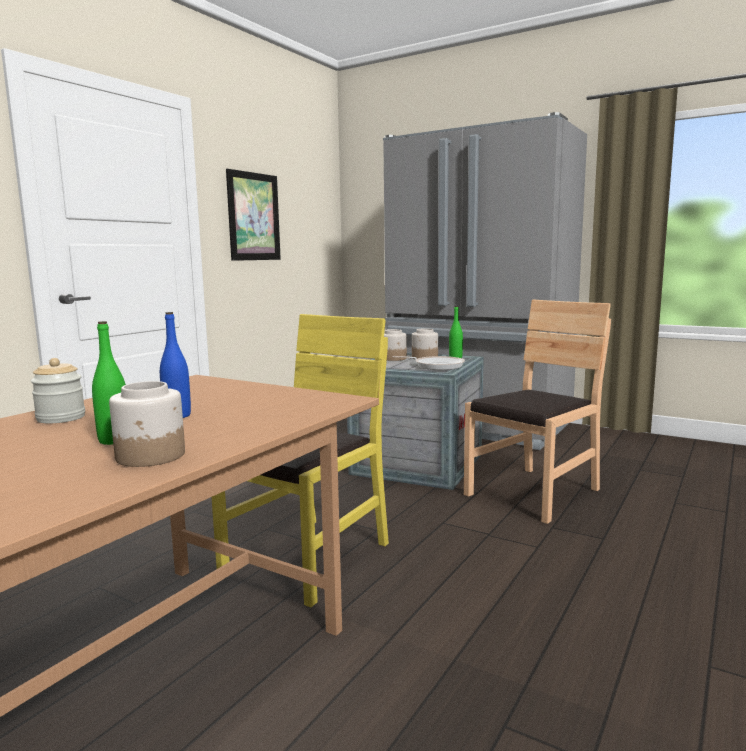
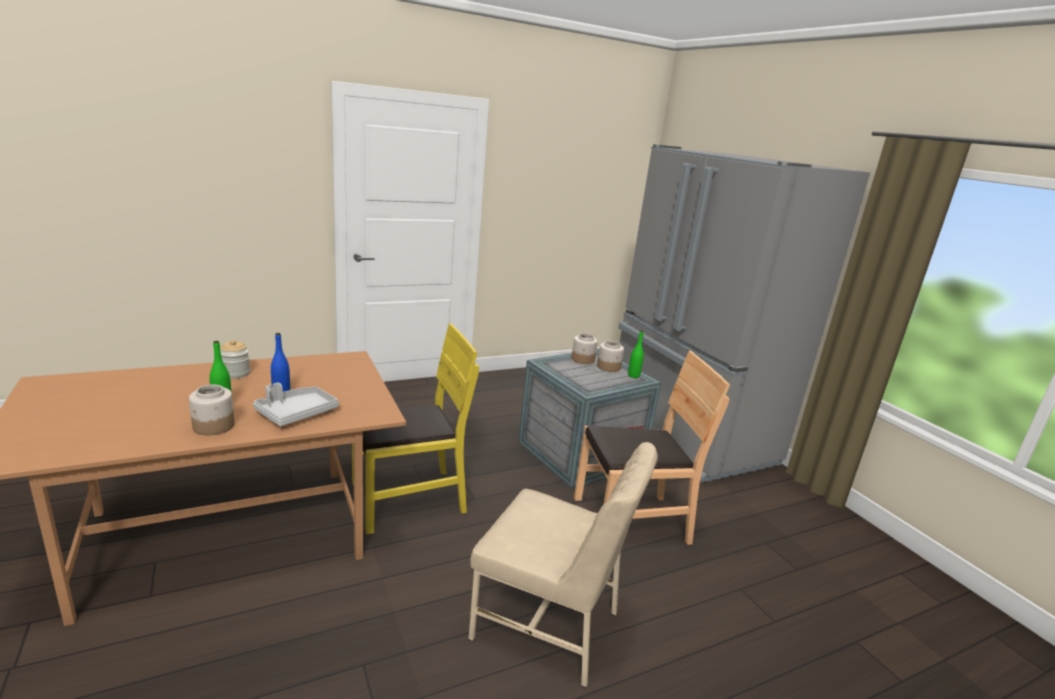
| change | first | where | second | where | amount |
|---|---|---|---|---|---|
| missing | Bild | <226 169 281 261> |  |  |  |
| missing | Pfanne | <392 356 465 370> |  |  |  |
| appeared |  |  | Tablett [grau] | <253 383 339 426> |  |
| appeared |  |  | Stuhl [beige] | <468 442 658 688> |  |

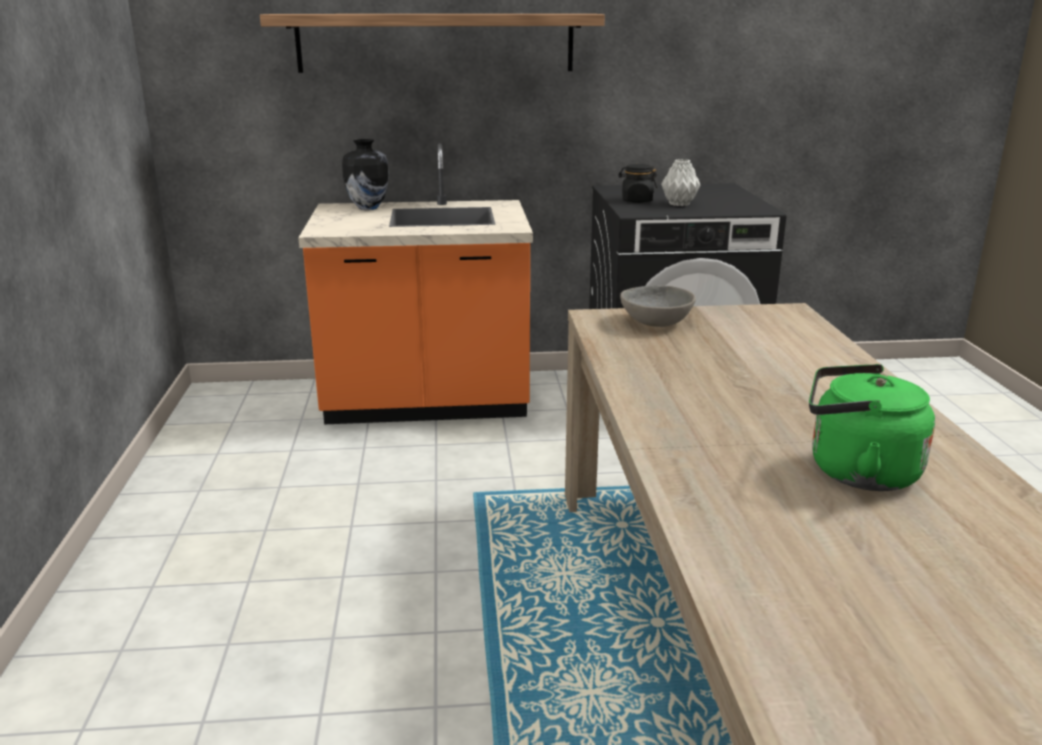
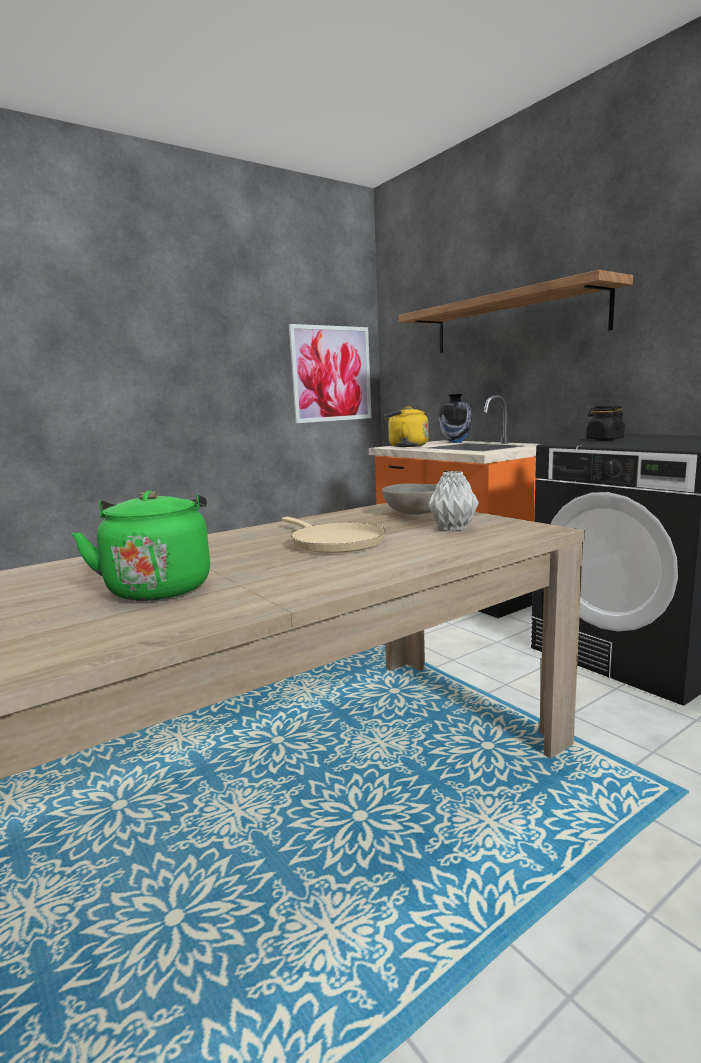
| change | first | where | second | where | amount |
|---|---|---|---|---|---|
| appeared |  |  | Pfanne [beige] | <282 517 386 553> |  |
| appeared |  |  | Bild | <289 324 371 423> |  |
| appeared |  |  | Wasserkessel [gelb] | <383 406 429 447> |  |
| relocated | Vase [grau] | <661 159 700 206> |  | <428 471 479 531> |  |

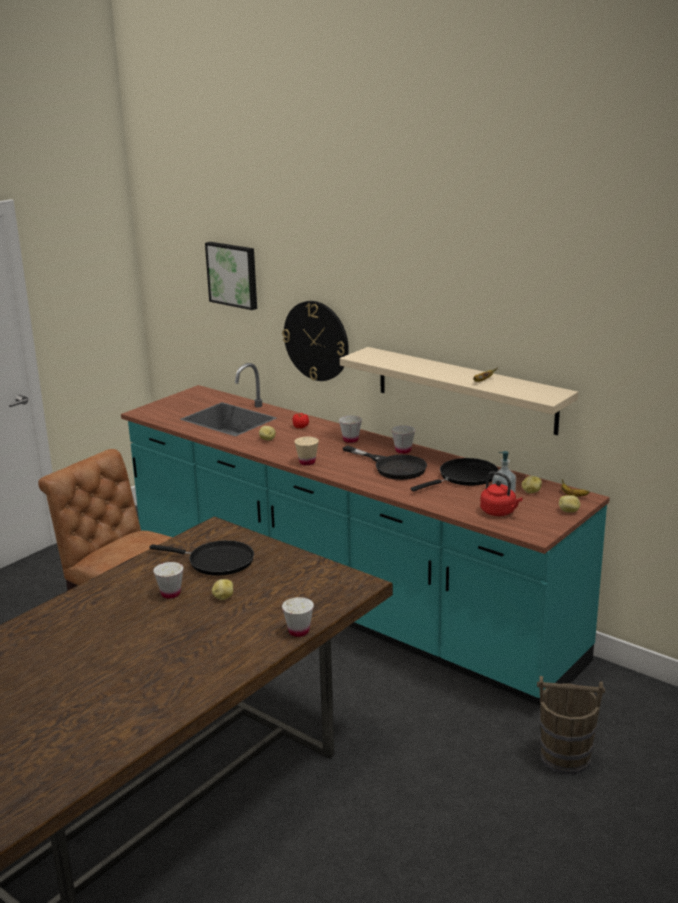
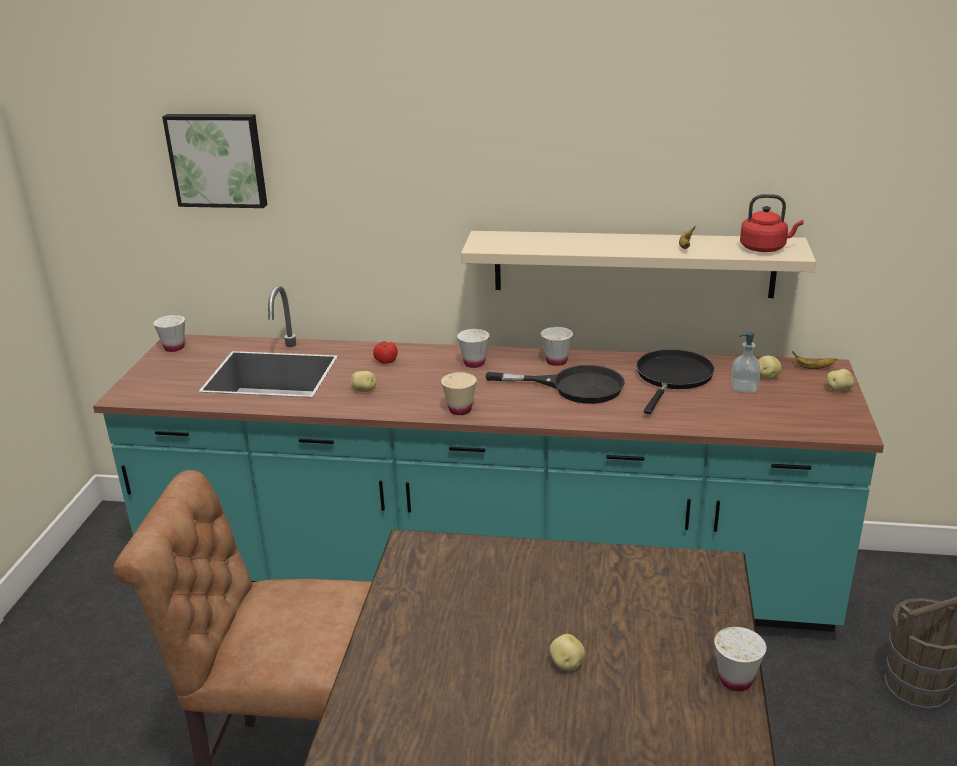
| change | first | where | second | where | amount |
|---|---|---|---|---|---|
| missing | Pfanne [schwarz] | <149 540 254 576> |  |  |  |
| missing | Wanduhr | <282 301 349 381> |  |  |  |
| relocated | Tasse [weiß] | <153 562 183 599> |  | <153 315 185 352> |  |
| relocated | Wasserkessel [rot] | <480 472 523 516> |  | <740 194 804 252> |  |

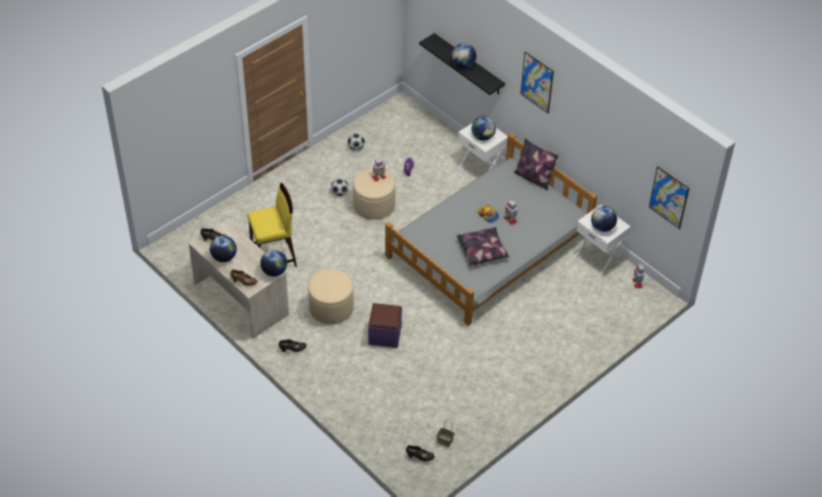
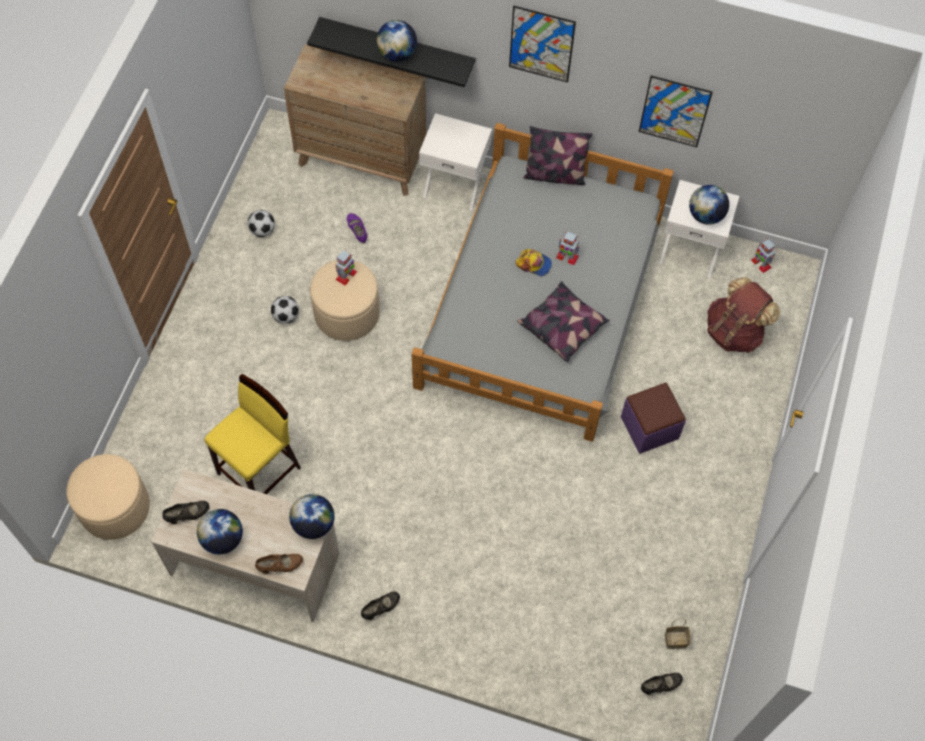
| change | first | where | second | where | amount |
|---|---|---|---|---|---|
| missing | Globus | <472 116 496 141> |  |  |  |
| appeared |  |  | Kommode [braun] | <284 44 426 196> |  |
| appeared |  |  | Rucksack [braun] | <707 277 780 353> |  |
| relocated | Polsterhocker [beige] | <308 269 354 325> |  | <67 454 150 540> |  |
| relocated | Polsterhocker [lila] | <368 303 402 348> |  | <621 383 686 454> |  |
| relocated | Bild | <649 166 689 229> |  | <639 75 713 147> |  |

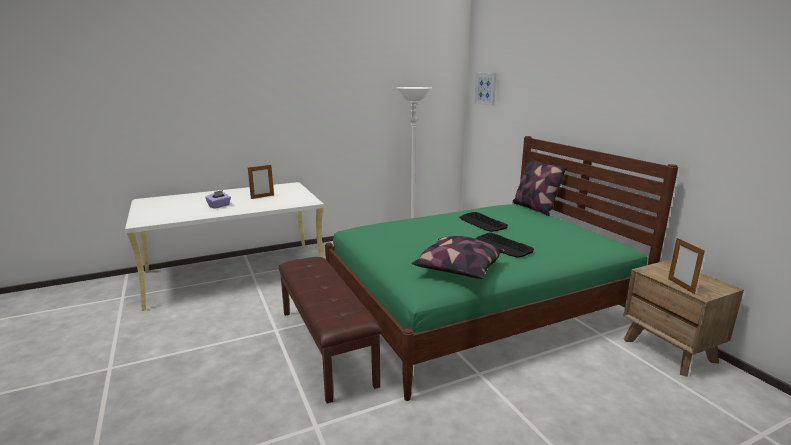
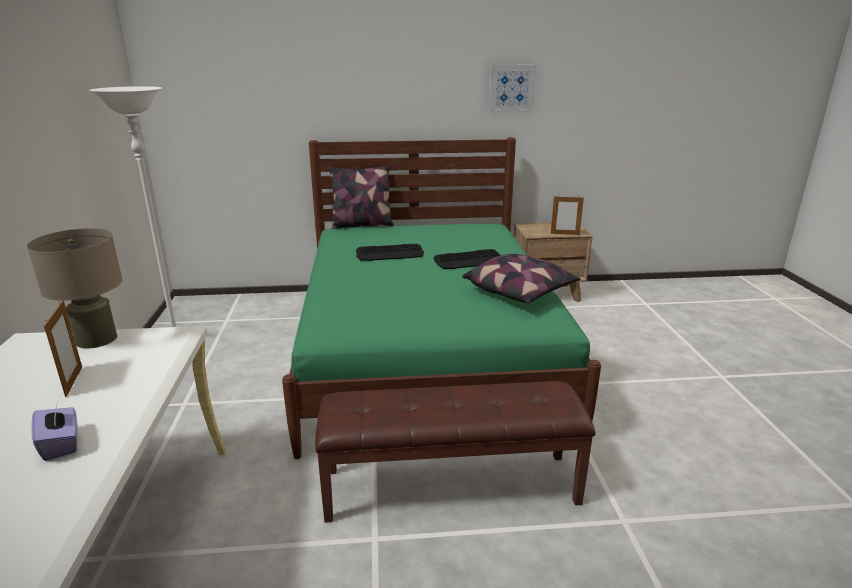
| change | first | where | second | where | amount |
|---|---|---|---|---|---|
| appeared |  |  | Tischlampe [beige] | <27 228 123 349> |  |
| relocated | Bild | <474 73 496 106> |  | <489 64 536 112> |  |

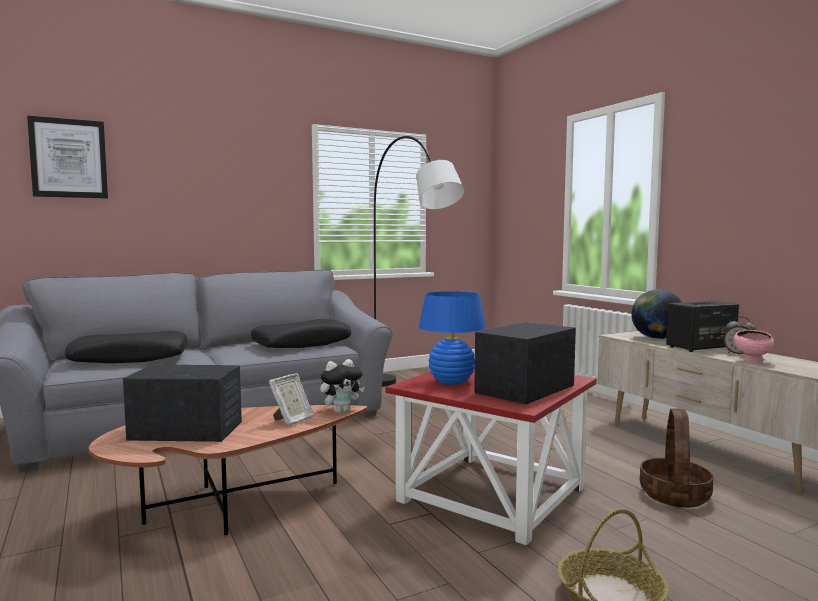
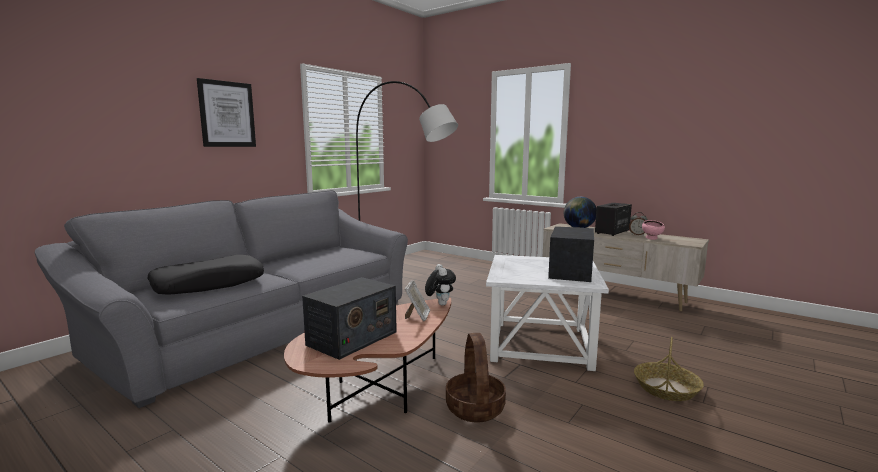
| change | first | where | second | where | amount |
|---|---|---|---|---|---|
| missing | Kissen [schwarz] | <251 319 351 348> |  |  |  |
| missing | Tischlampe [blau] | <419 291 486 385> |  |  |  |
| relocated | Bild | <27 116 108 199> |  | <197 78 256 147> |  |
| relocated | Korb | <640 409 714 508> |  | <446 333 506 422> |  |
| colour | Beistelltisch [rot] | <385 363 597 545> | Beistelltisch [weiß] | <486 255 609 371> |  |
| spun | Radio | <123 365 242 442> |  | <302 277 397 360> | 150 degrees clockwise |
| spun | Plüschtier | <320 359 365 413> |  | <425 264 456 306> | 45 degrees counterclockwise |

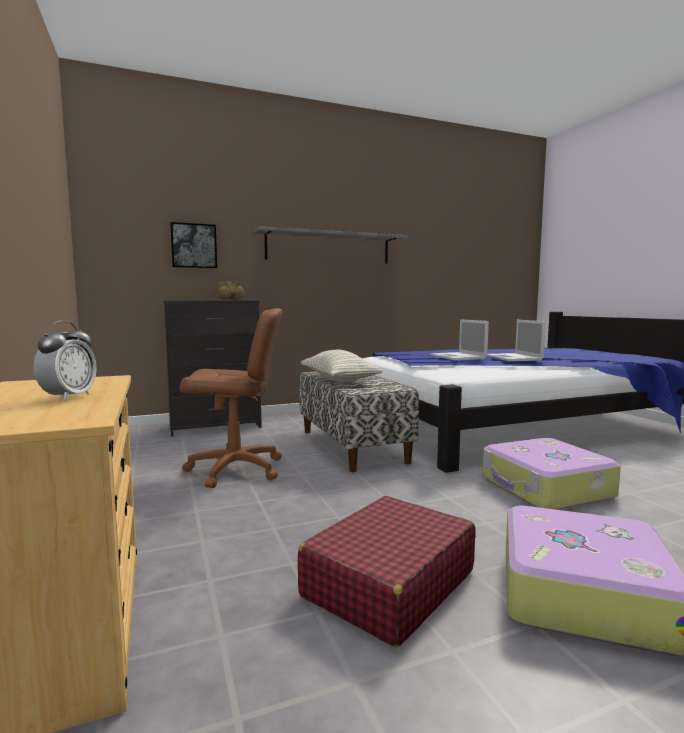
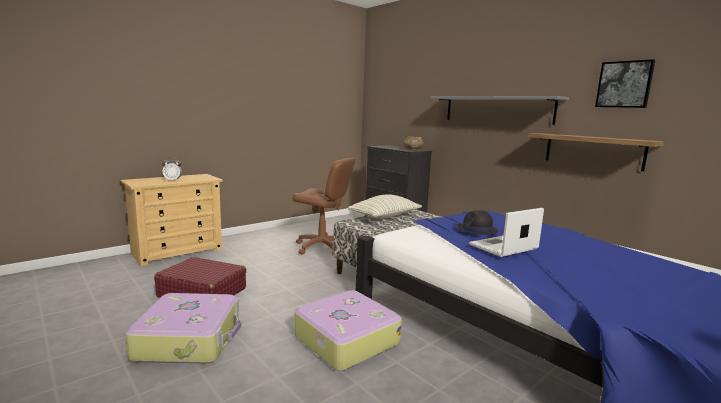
| change | first | where | second | where | amount |
|---|---|---|---|---|---|
| appeared |  |  | Wandregal | <528 133 664 171> |  |
| relocated | Bild | <170 222 217 269> |  | <595 59 655 108> |  |
| exchanged | Laptop | <430 319 489 361> | Hut [schwarz] | <457 210 498 235> |  |
| spun | Bürostuhl [braun] | <180 308 283 488> |  | <293 158 355 256> | 45 degrees counterclockwise |

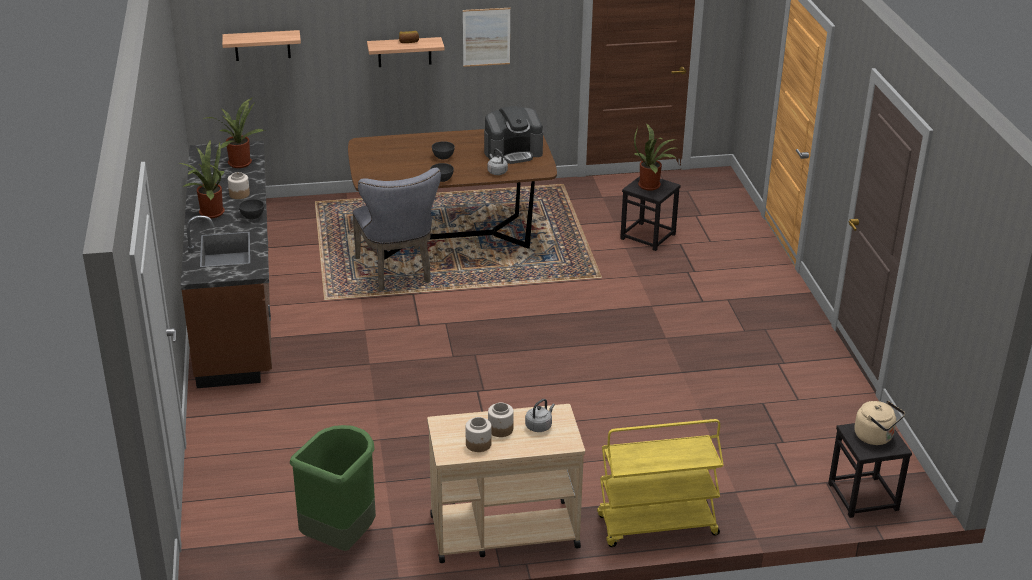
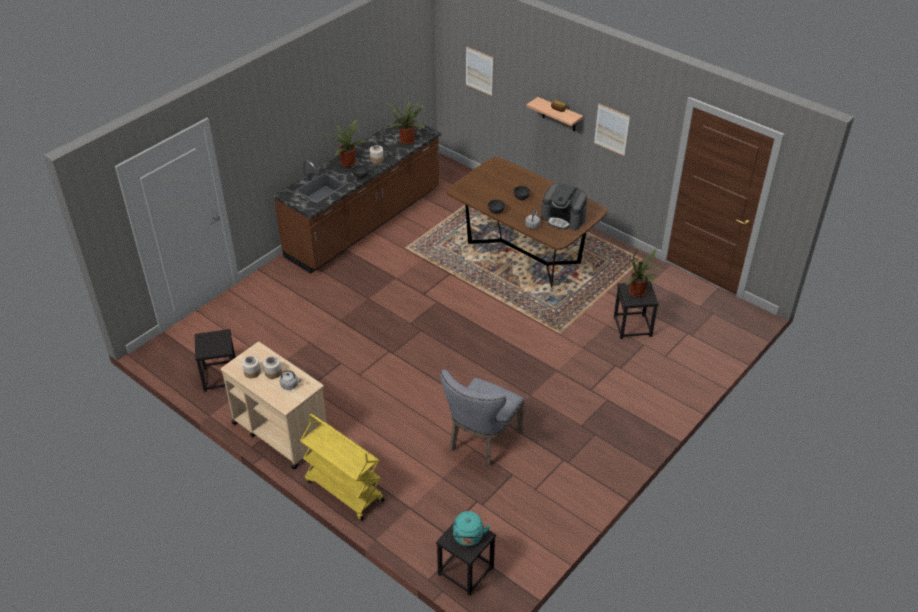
| change | first | where | second | where | amount |
|---|---|---|---|---|---|
| relocated | Stuhl [grau] | <352 168 441 291> |  | <440 370 525 467> |  |
| exchanged | Wandregal | <222 30 301 61> | Bild | <466 46 493 96> |  |
| exchanged | Mülleimer [grün] | <290 425 376 551> | Hocker [schwarz] | <195 329 236 392> |  |
| colour | Wasserkessel [beige] | <854 401 905 445> | Wasserkessel [türkis] | <453 511 490 546> |  |

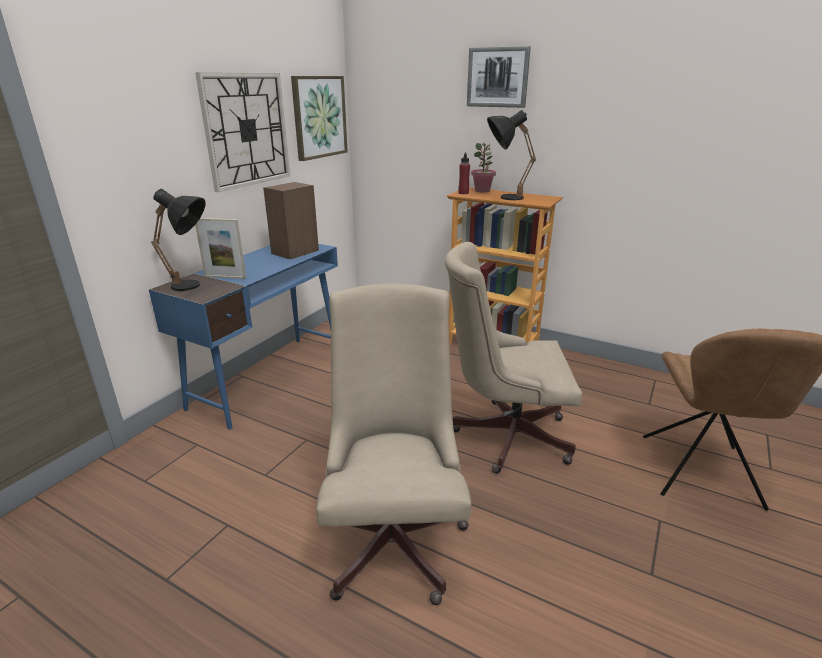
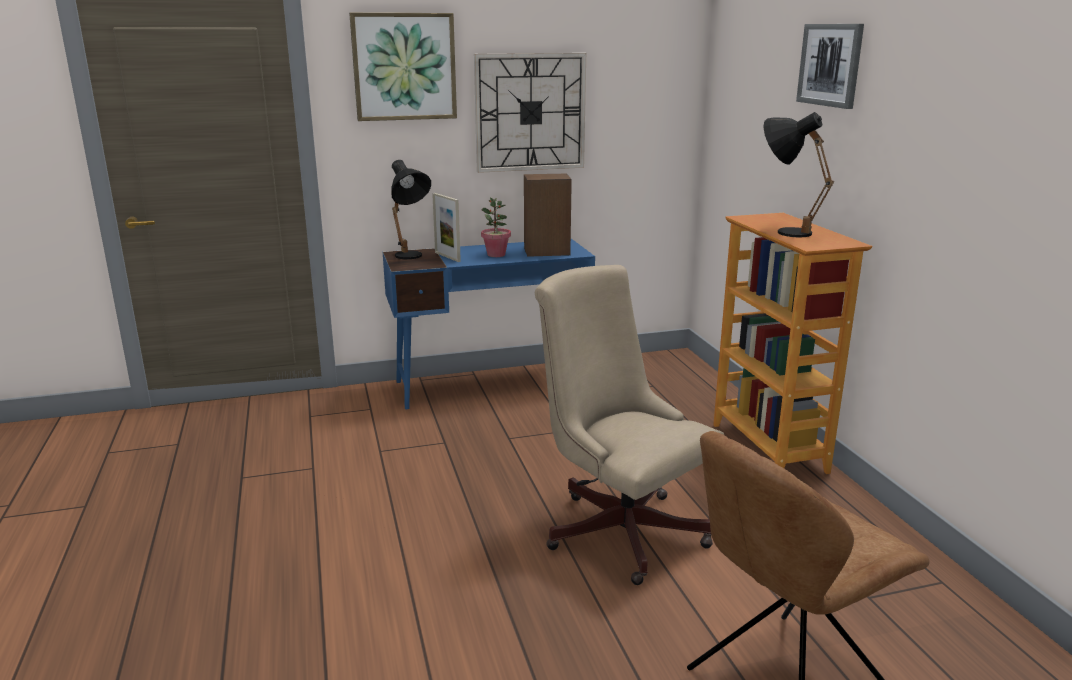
| change | first | where | second | where | amount |
|---|---|---|---|---|---|
| missing | Bürostuhl [beige] | <316 283 471 605> |  |  |  |
| missing | Flasche [rot] | <458 152 470 194> |  |  |  |
| relocated | Bild | <291 76 348 161> |  | <349 13 457 121> |  |
| relocated | Topfpflanze | <471 142 496 192> |  | <481 198 511 257> |  |

